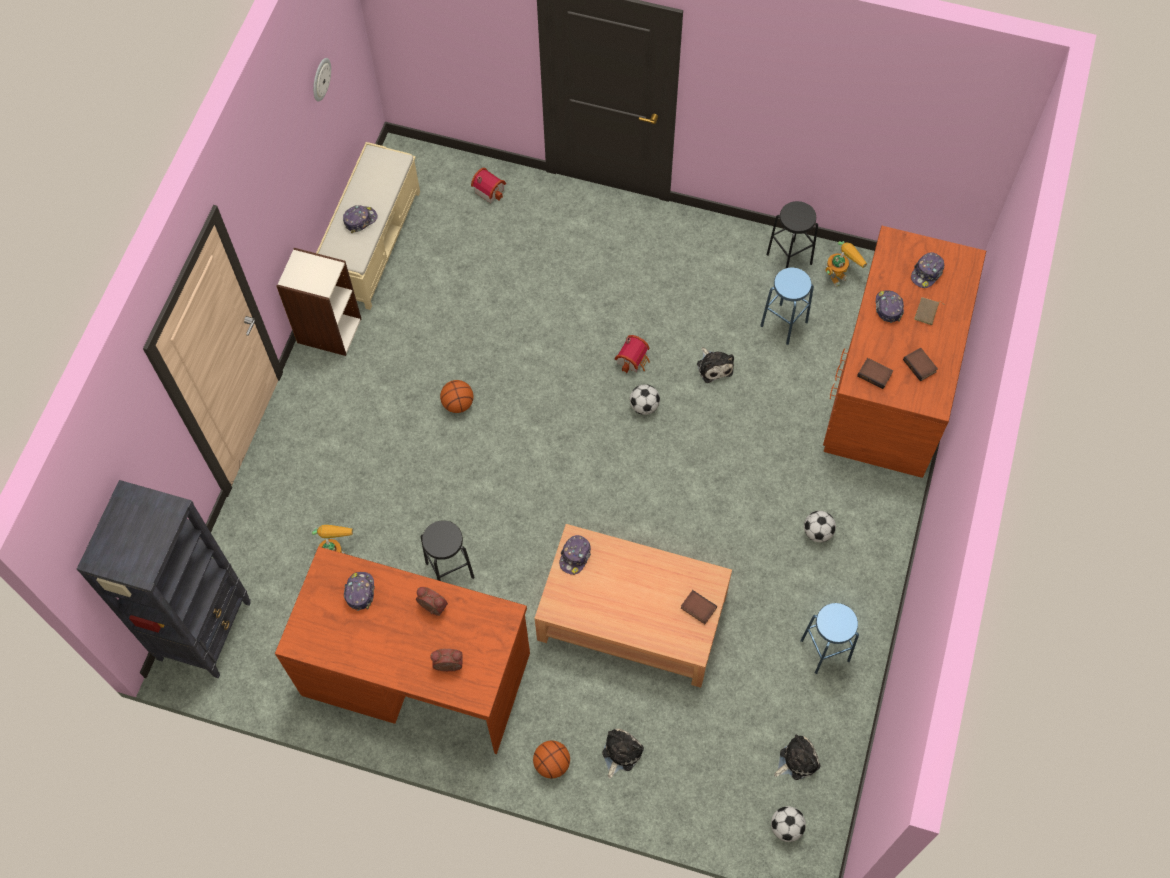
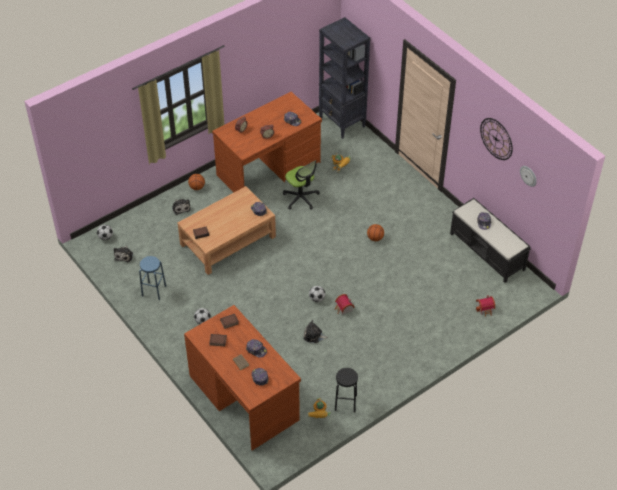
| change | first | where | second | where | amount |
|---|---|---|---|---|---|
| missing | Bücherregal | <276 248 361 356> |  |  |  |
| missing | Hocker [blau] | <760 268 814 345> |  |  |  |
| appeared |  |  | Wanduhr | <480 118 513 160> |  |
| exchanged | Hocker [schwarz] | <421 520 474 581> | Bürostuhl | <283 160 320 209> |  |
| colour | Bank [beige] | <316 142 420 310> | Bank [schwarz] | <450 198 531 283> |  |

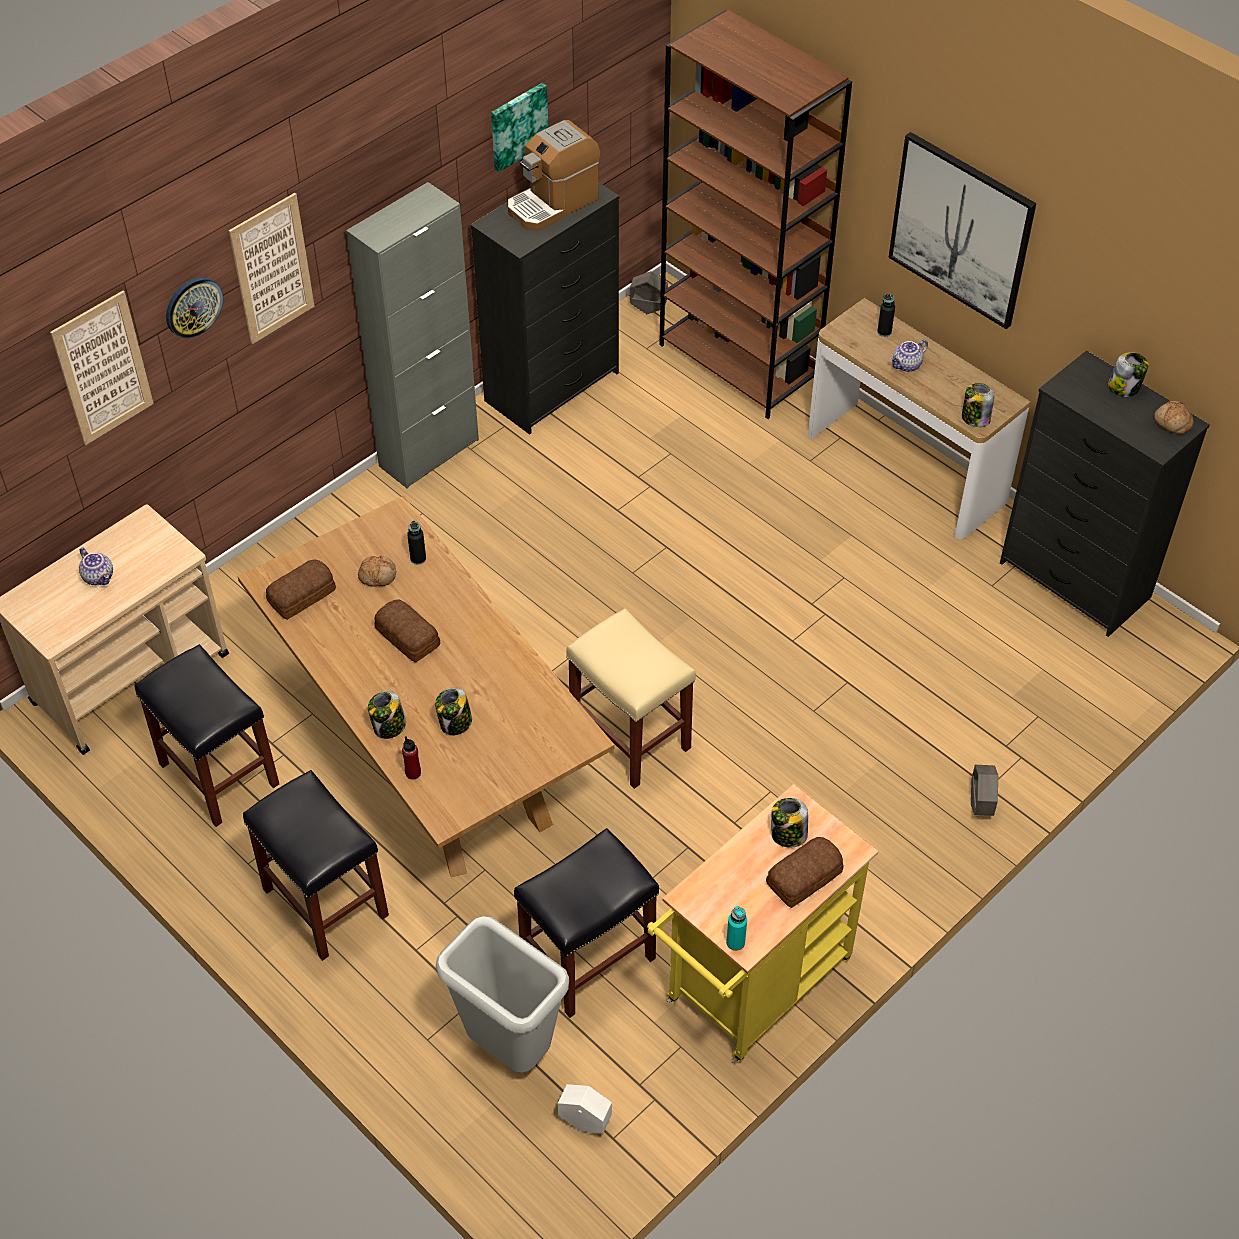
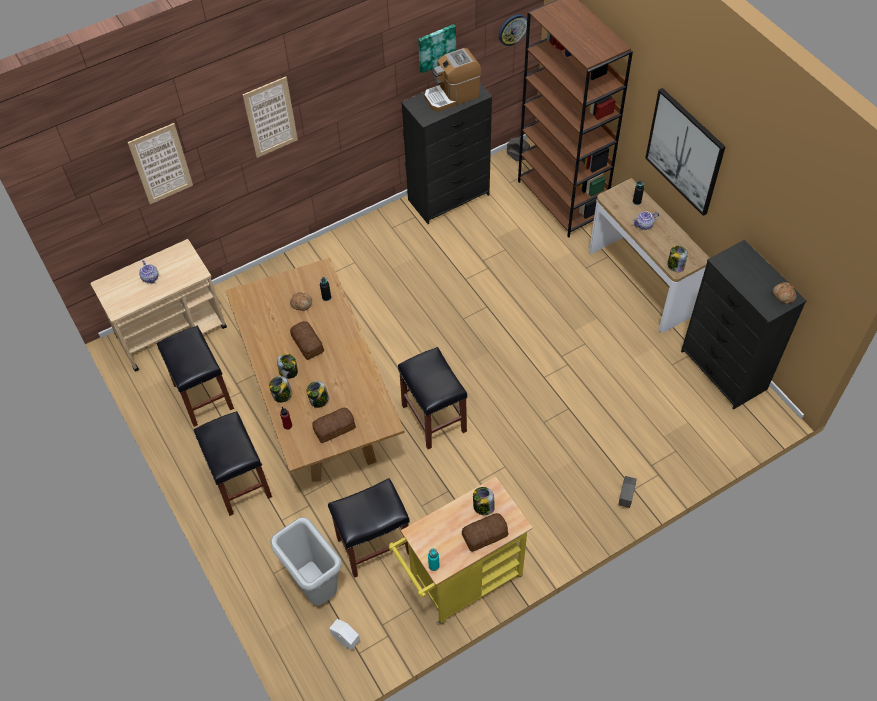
| change | first | where | second | where | amount |
|---|---|---|---|---|---|
| missing | Schrank [grau] | <346 182 479 489> |  |  |  |
| relocated | Wanduhr | <166 277 223 338> |  | <499 15 527 46> |  |
| relocated | Brot | <266 560 336 620> |  | <312 408 356 443> |  |
| relocated | Vorratsglas | <1108 352 1149 397> |  | <277 354 298 379> |  |
| colour | Hocker [beige] | <566 608 696 789> | Hocker [schwarz] | <398 347 467 449> |  |

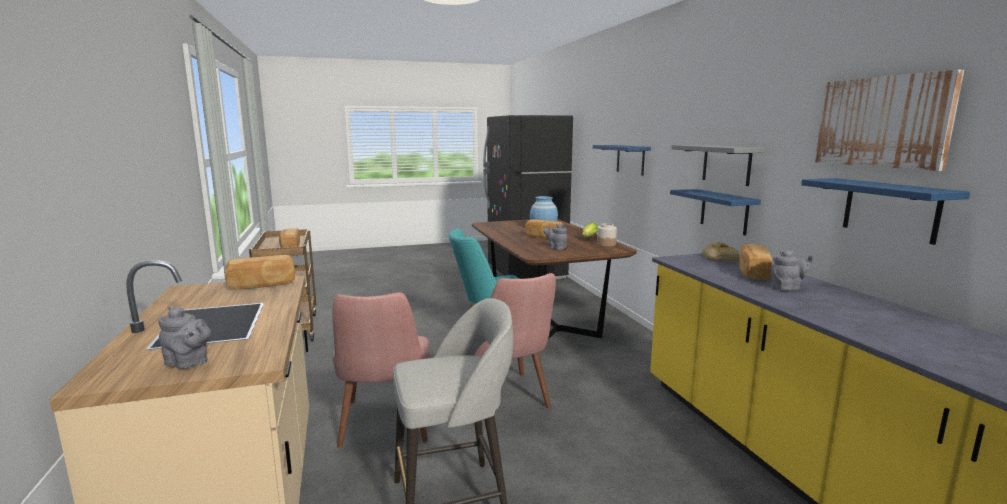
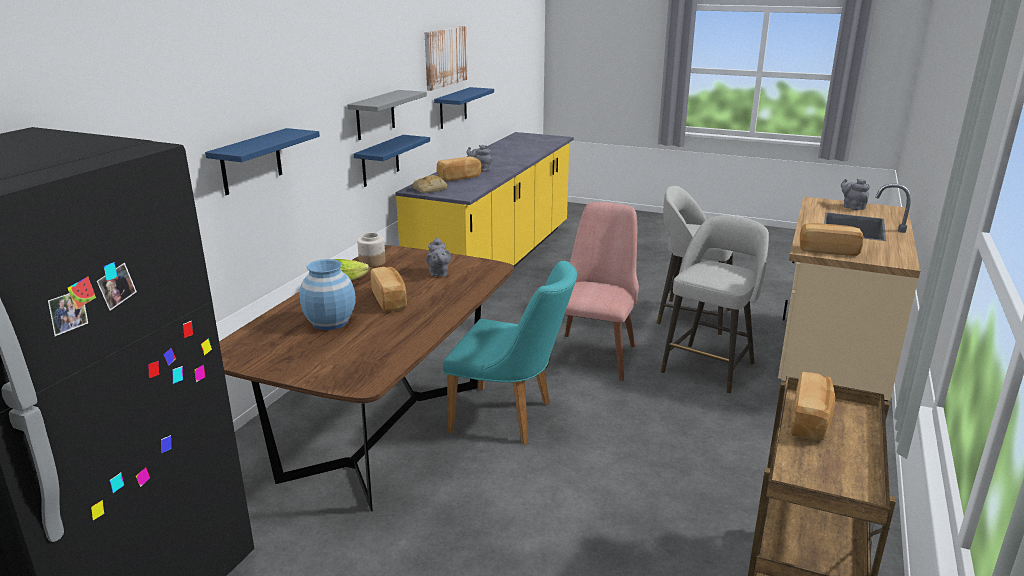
| change | first | where | second | where | amount |
|---|---|---|---|---|---|
| exchanged | Stuhl [rosa] | <332 292 431 448> | Hocker [grau] | <661 215 769 394> |  |

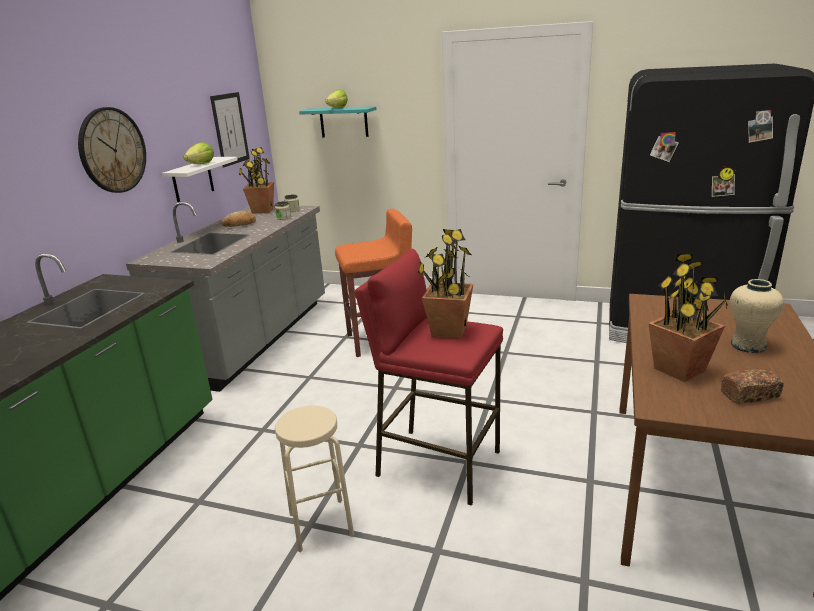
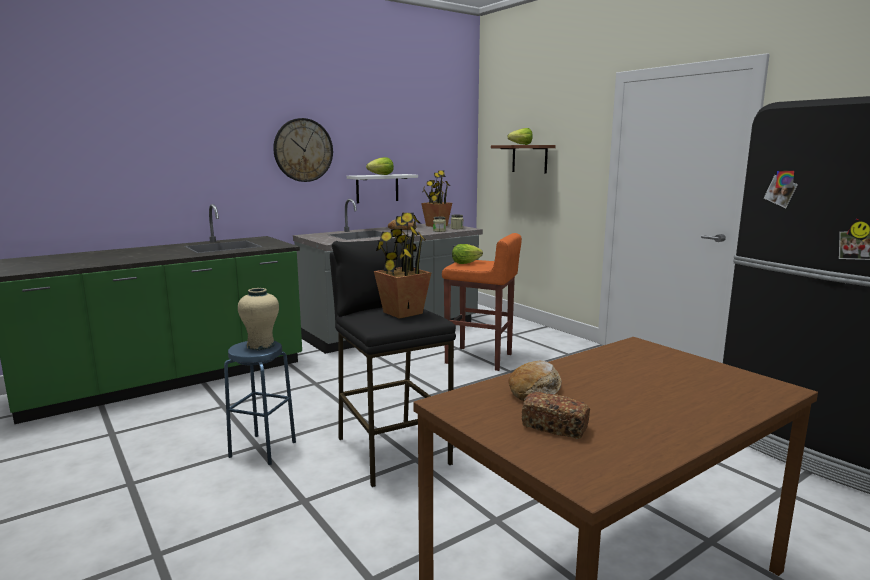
| change | first | where | second | where | amount |
|---|---|---|---|---|---|
| missing | Bild | <210 92 250 168> |  |  |  |
| appeared |  |  | Salatkopf | <452 244 483 264> |  |
| relocated | Vase [beige] | <730 279 784 353> |  | <238 288 279 350> |  |
| exchanged | Topfpflanze | <648 254 728 382> | Brot | <509 361 562 401> |  |
| colour | Hocker [beige] | <275 406 354 552> | Hocker [blau] | <224 341 296 465> |  |
| colour | Wandregal [türkis] | <299 106 377 137> | Wandregal [braun] | <491 145 556 174> |  |
| colour | Hocker [rot] | <355 248 503 506> | Hocker [schwarz] | <330 236 456 487> |  |

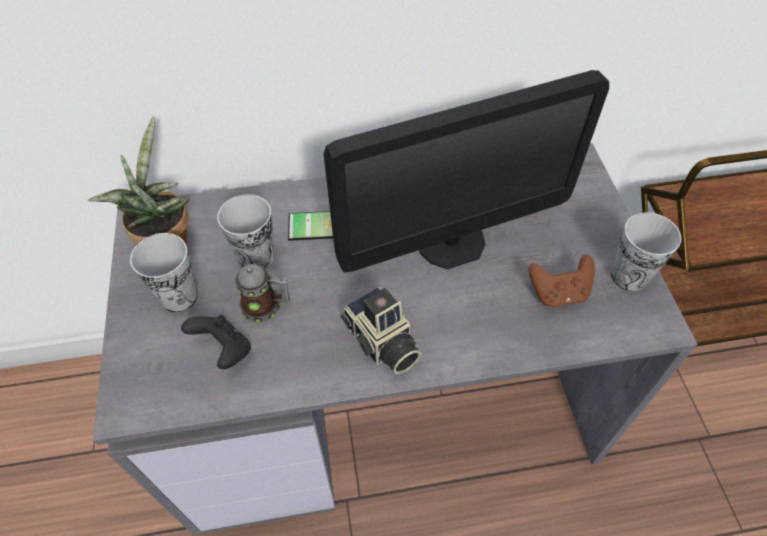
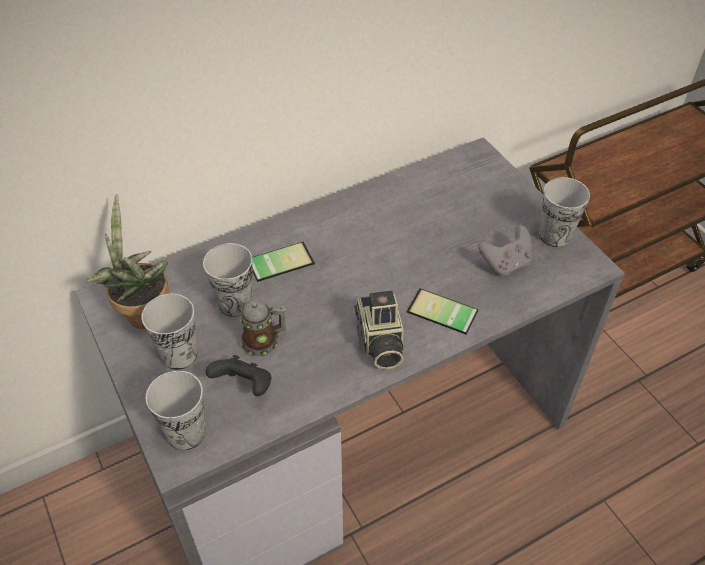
| change | first | where | second | where | amount |
|---|---|---|---|---|---|
| missing | Monitor | <324 70 609 273> |  |  |  |
| appeared |  |  | Tasse | <146 370 206 450> |  |
| appeared |  |  | Handy | <407 288 479 335> |  |
| colour | Gamepad [braun] | <529 255 595 307> | Gamepad [grau] | <478 225 532 275> |  |
| spun | Kamera | <341 287 421 374> |  | <354 290 404 370> | 45 degrees clockwise |

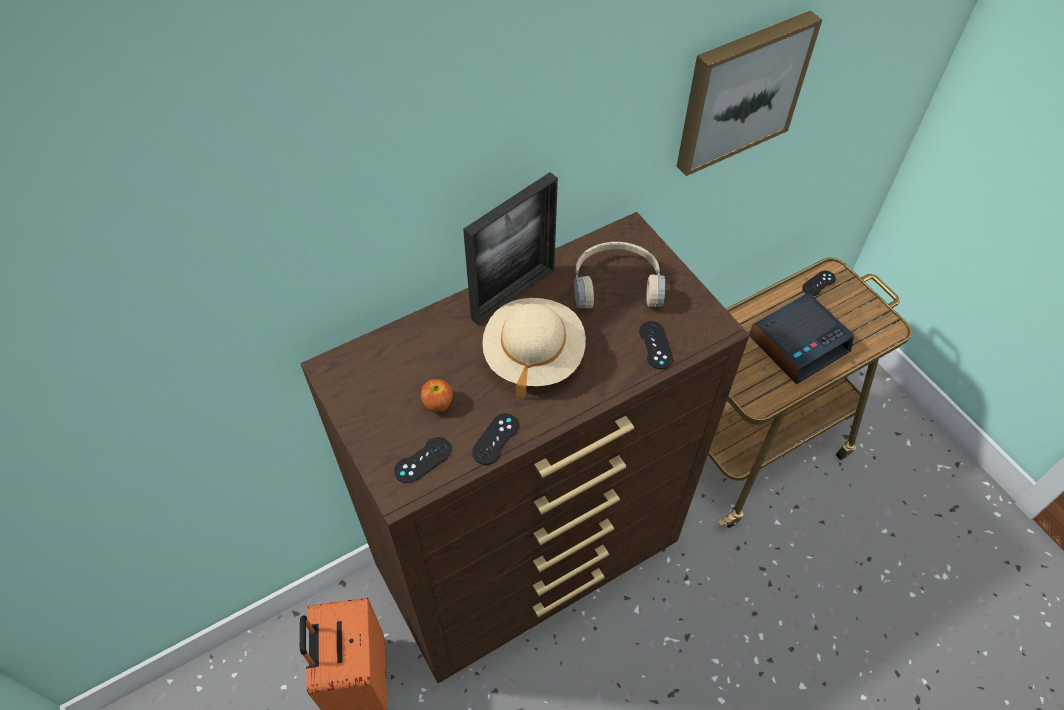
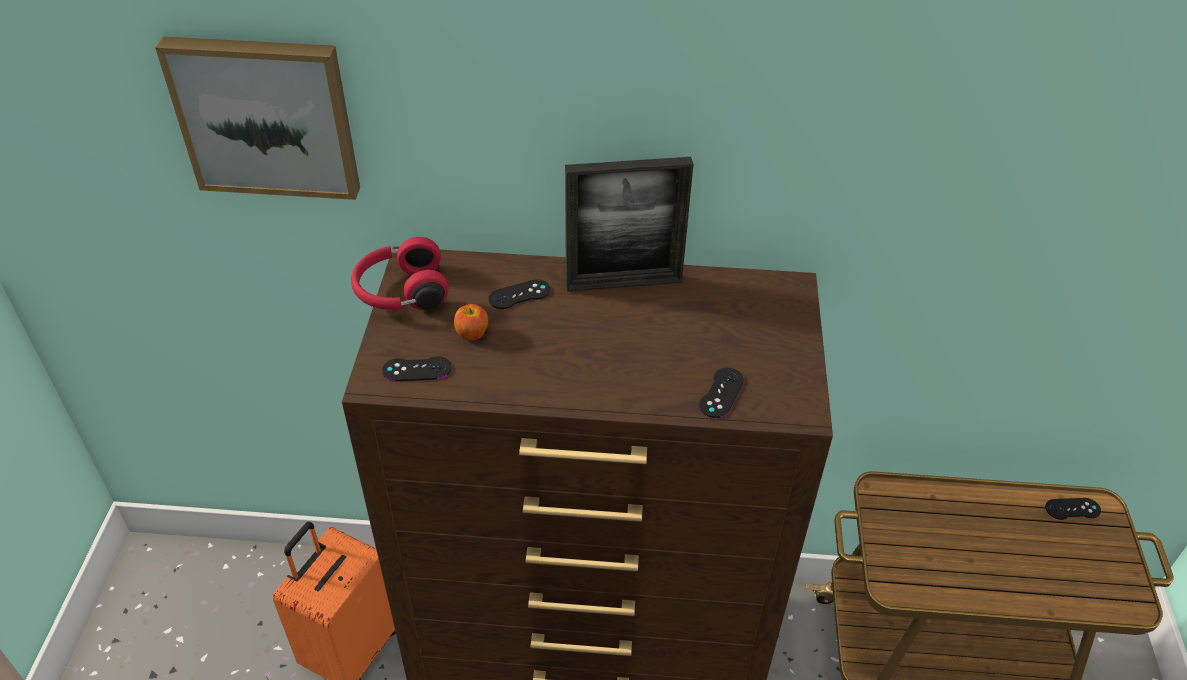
| change | first | where | second | where | amount |
|---|---|---|---|---|---|
| missing | Hut [beige] | <482 298 586 398> |  |  |  |
| missing | Kopfhörer [beige] | <574 242 665 309> |  |  |  |
| missing | Wecker | <749 293 854 385> |  |  |  |
| appeared |  |  | Kopfhörer [rot] | <351 237 449 310> |  |
| relocated | Gamepad [schwarz] | <472 413 519 465> |  | <488 279 550 309> |  |
| relocated | Bild | <677 10 822 176> |  | <155 36 360 200> |  |

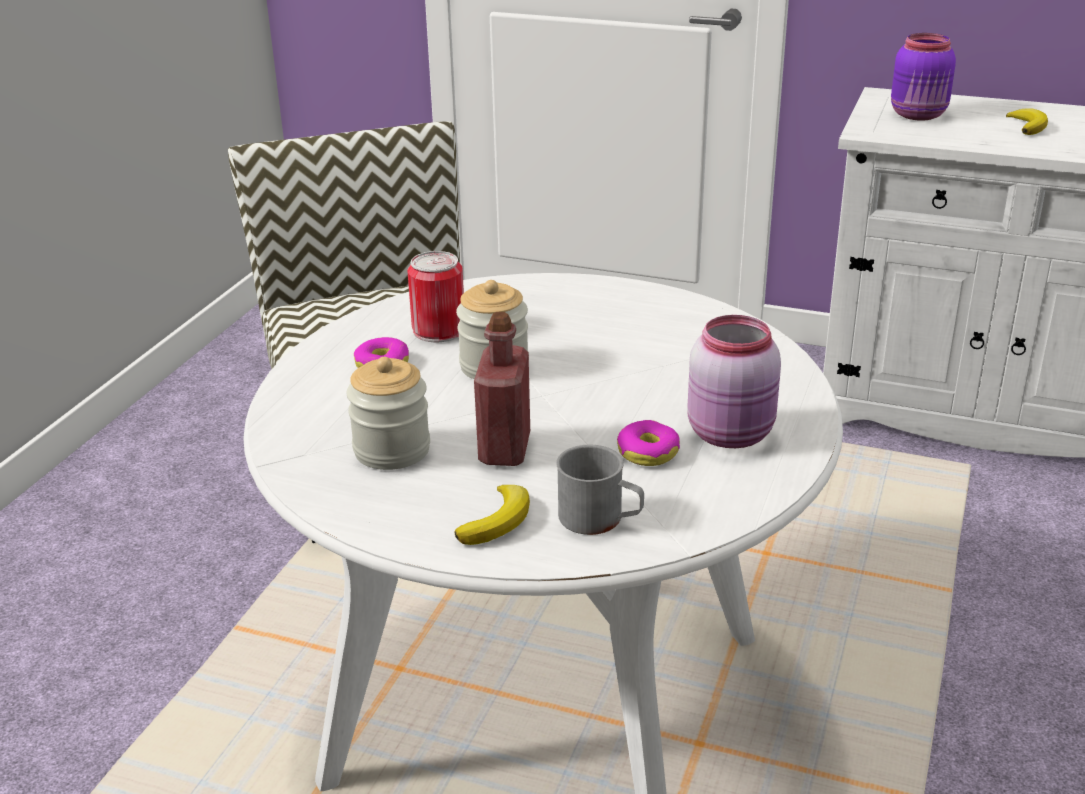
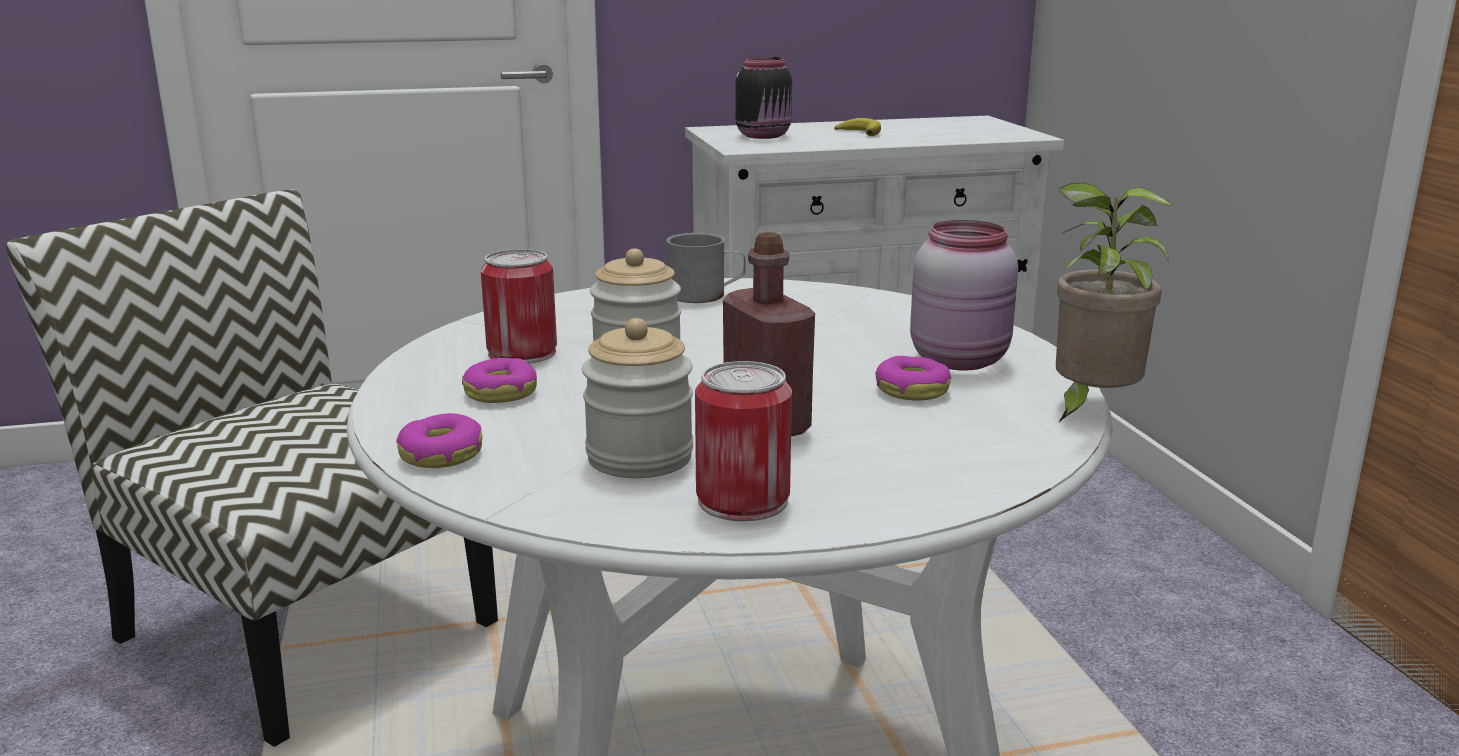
| change | first | where | second | where | amount |
|---|---|---|---|---|---|
| missing | Banane | <454 485 530 545> |  |  |  |
| appeared |  |  | Donut | <396 413 482 468> |  |
| appeared |  |  | Dose | <695 361 792 521> |  |
| appeared |  |  | Topfpflanze | <1056 183 1172 423> |  |
| relocated | Henkelbecher [grau] | <556 445 644 535> |  | <666 233 746 303> |  |
| colour | Vorratsglas [lila] | <891 33 956 121> | Vorratsglas [schwarz] | <735 57 792 139> |  |

